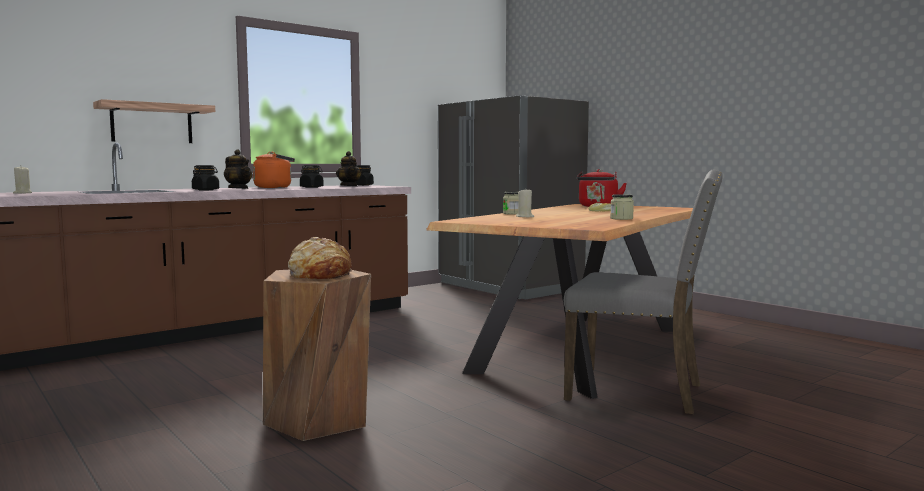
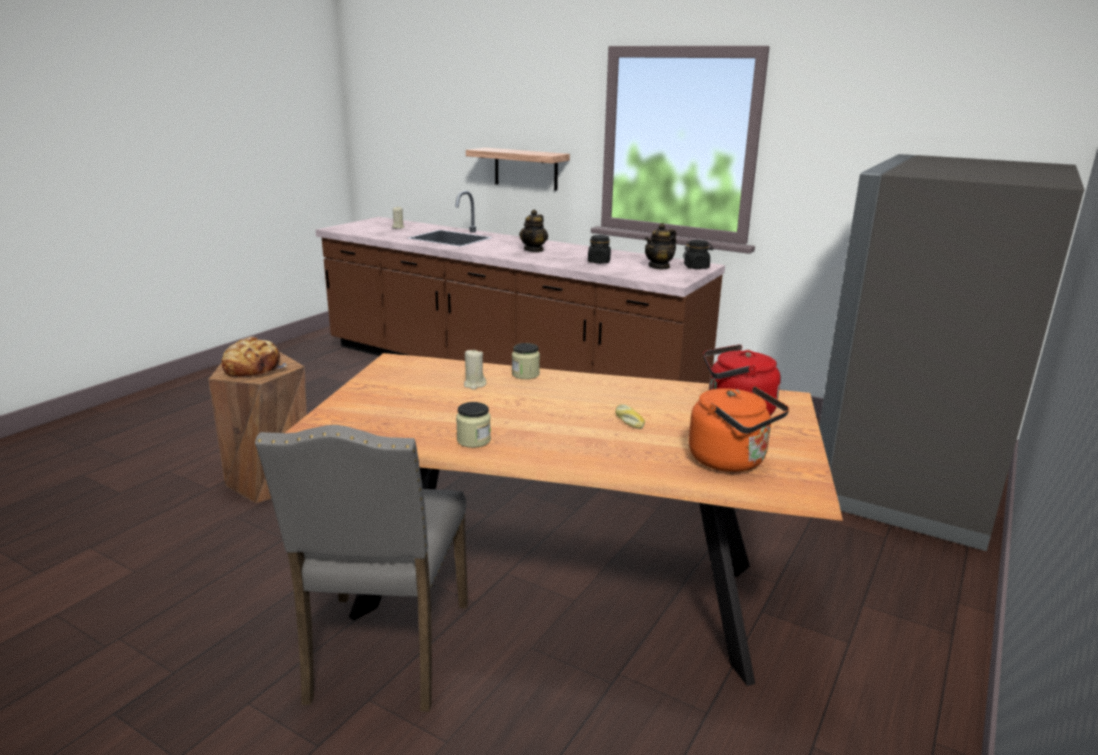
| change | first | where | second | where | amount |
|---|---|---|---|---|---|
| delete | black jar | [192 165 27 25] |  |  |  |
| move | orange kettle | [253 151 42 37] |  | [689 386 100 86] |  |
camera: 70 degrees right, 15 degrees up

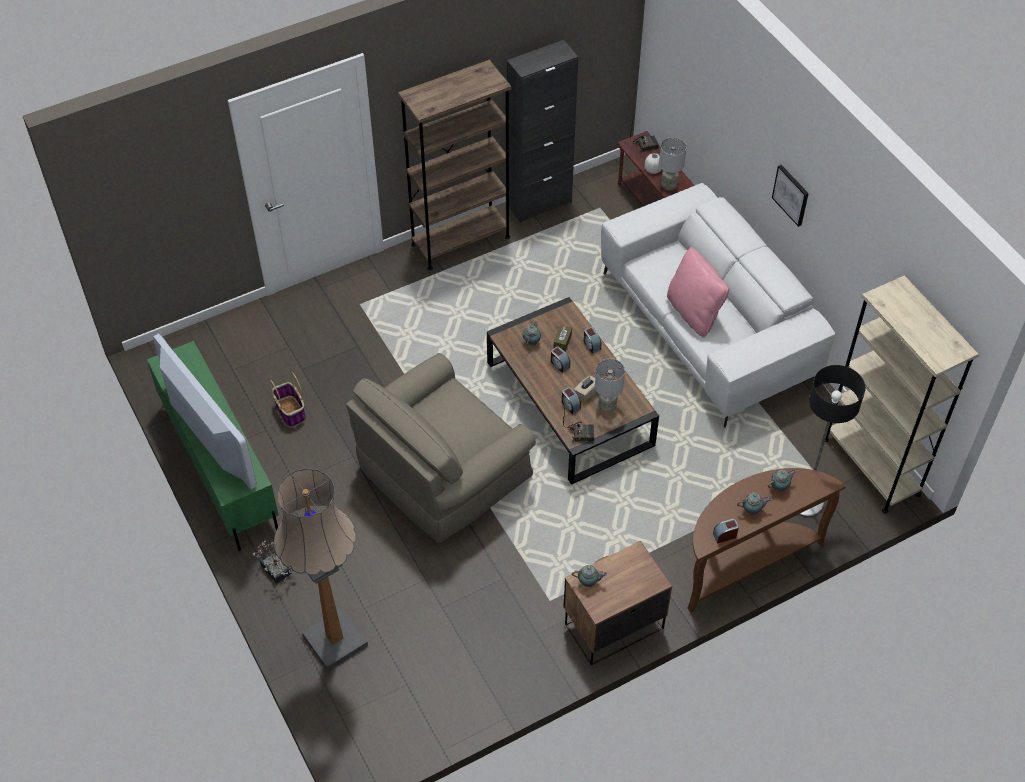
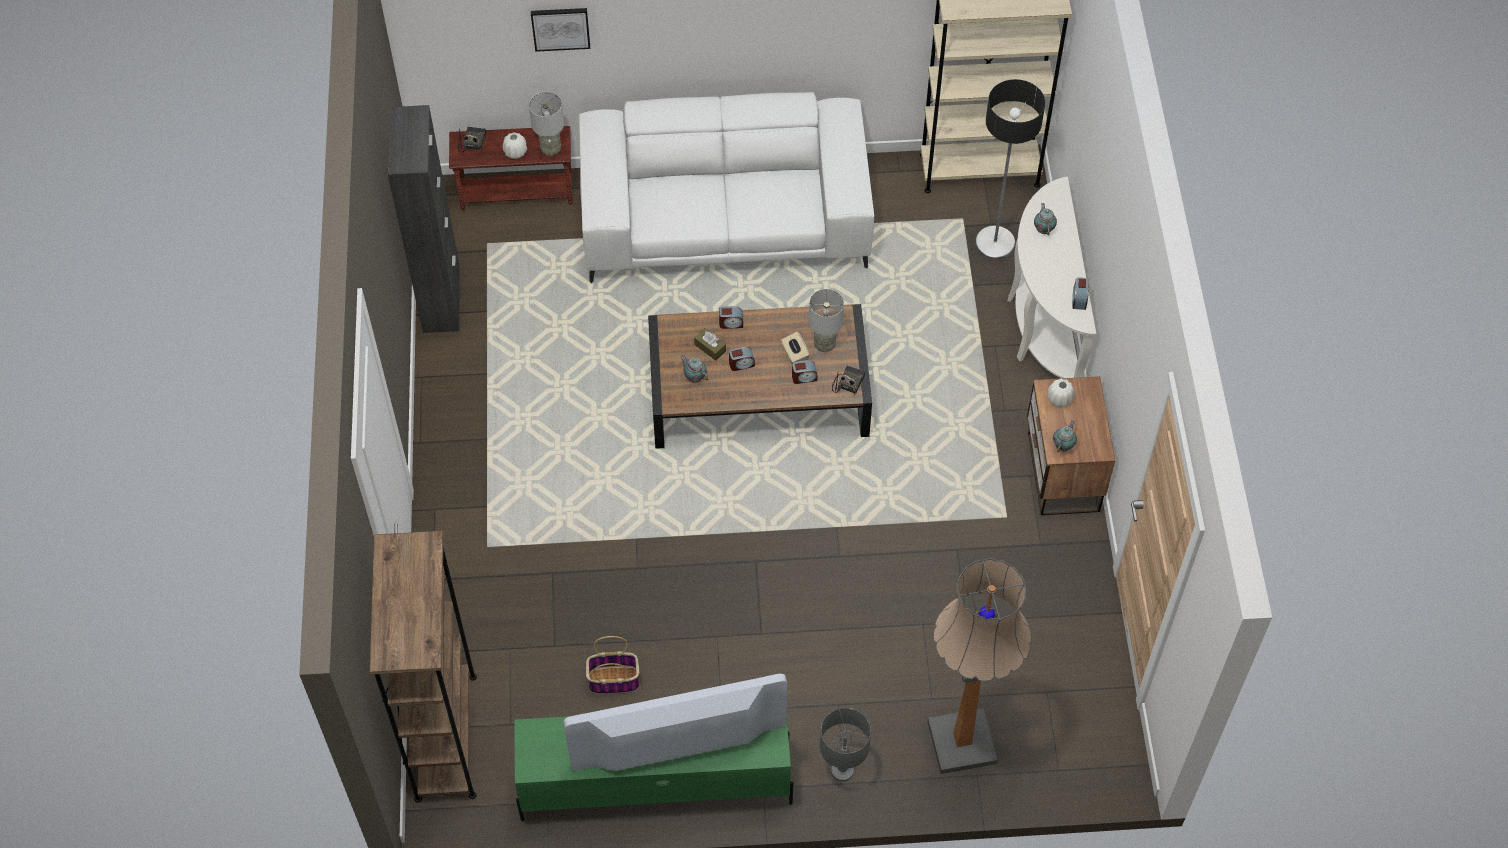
| change | first | where | second | where | amount |
|---|---|---|---|---|---|
| delete | beige armchair | [346 353 190 190] |  |  |  |
| delete | pink pillow | [667 247 62 90] |  |  |  |
| delete | teapot | [737 492 35 23] |  |  |  |
| insert |  |  | white vase | [1048 379 26 28] |  |
| move | brown bookcase | [398 60 113 210] |  | [370 531 107 271] |  |
| move | picture | [772 165 37 62] |  | [531 8 59 44] |  |
| replace | potted plant | [253 540 41 44] | grey table lamp | [820 708 51 74] |  |
| recolor | brown console table | [688 468 158 145] | white console table | [1008 177 88 201] |  |
camera: 65 degrees left, 5 degrees up

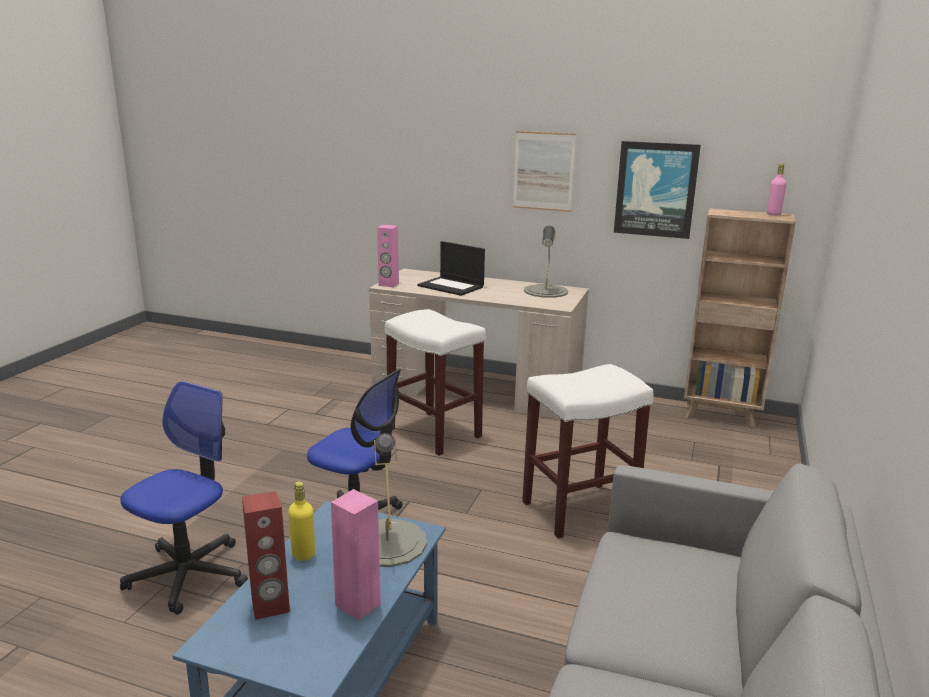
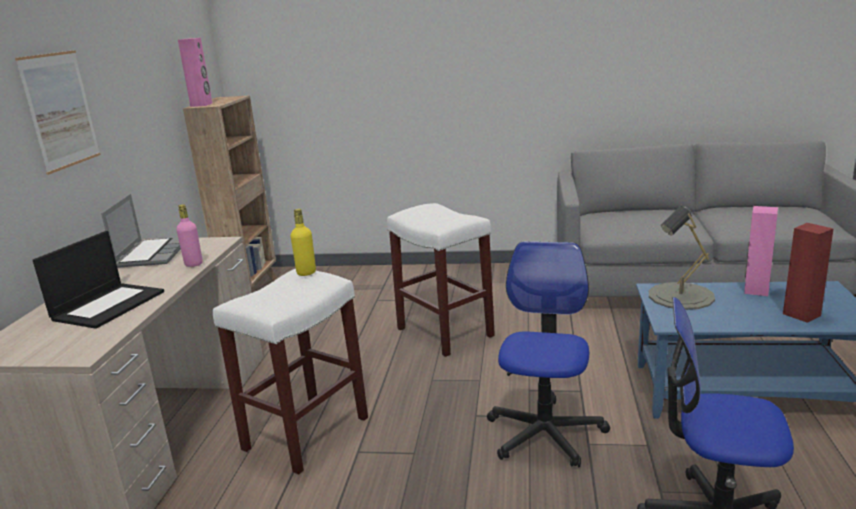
| change | first | where | second | where | amount |
|---|---|---|---|---|---|
| delete | picture | [614 141 87 98] |  |  |  |
| move | yellow bottle | [288 481 27 80] |  | [290 209 26 67] |  |
| move | pink speaker | [377 225 22 62] |  | [178 38 34 69] |  |
| move | pink bottle | [767 163 19 52] |  | [176 204 27 63] |  |
| replace | grey table lamp | [524 226 44 72] | laptop | [101 194 80 74] |  |
camera: 100 degrees left, 0 degrees up

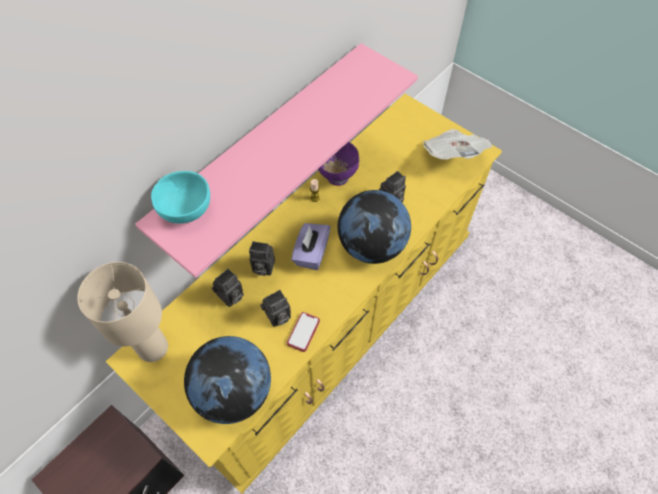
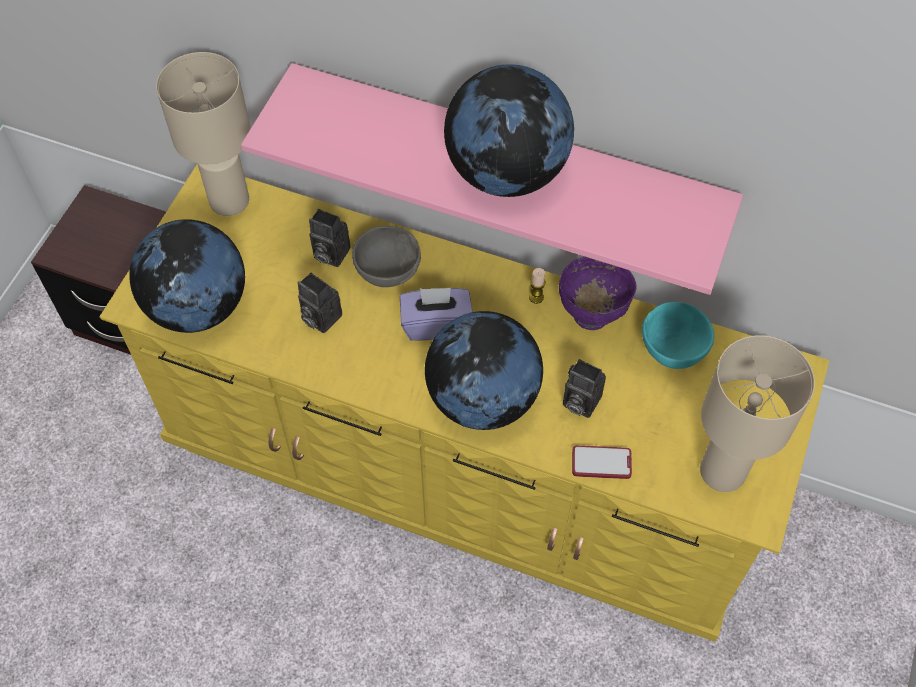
| change | first | where | second | where | amount |
|---|---|---|---|---|---|
| insert |  |  | globe | [444 64 130 133] |  |
| move | turquoise bowl | [151 171 59 53] |  | [642 302 72 67] |  |
| move | phone | [287 312 33 40] |  | [572 445 60 34] |  |
| replace | photo camera | [249 241 26 35] | grey bowl | [352 226 69 61] |  |
| replace | newspaper | [422 129 71 31] | beige table lamp | [700 335 115 157] |  |
camera: 70 degrees right, 0 degrees up

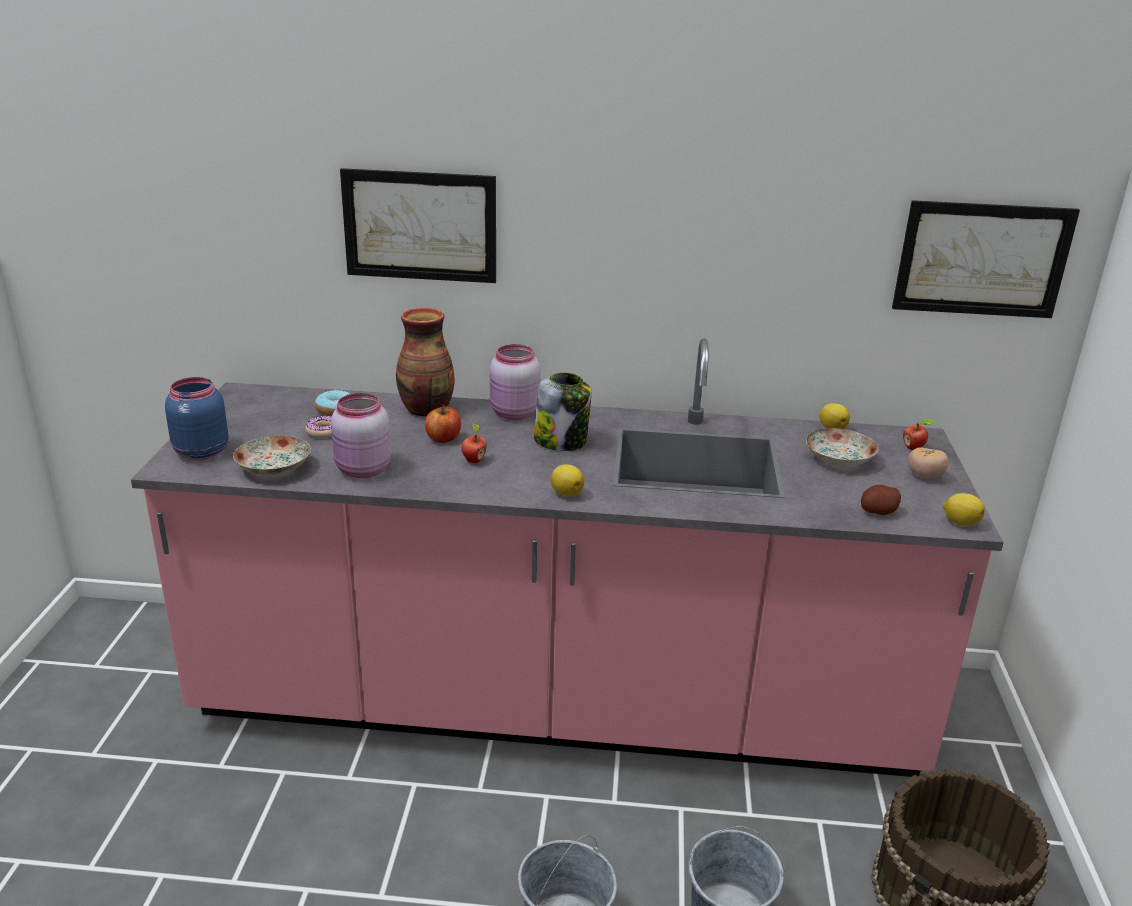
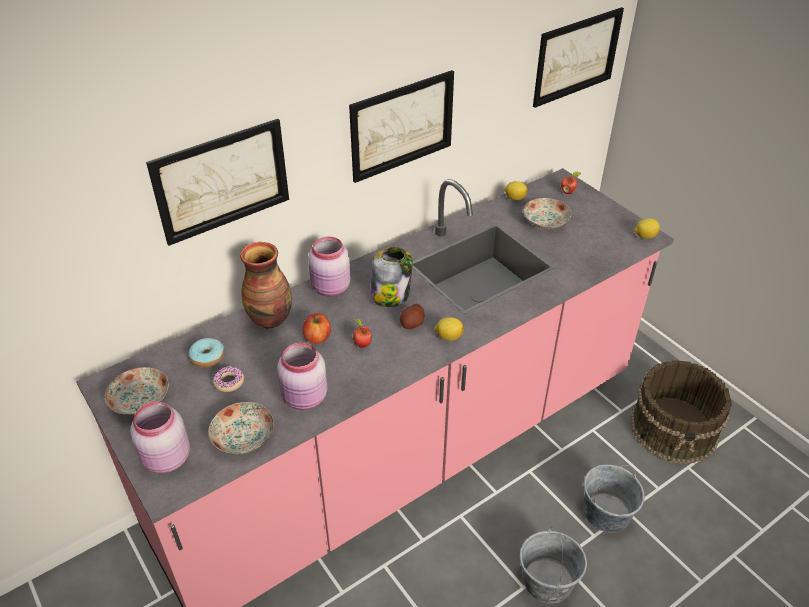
| change | first | where | second | where | amount |
|---|---|---|---|---|---|
| delete | tomato | [908 447 41 32] |  |  |  |
| insert |  |  | plate | [105 367 64 48] |  |
| insert |  |  | picture | [349 70 105 113] |  |
| move | potato | [861 485 40 30] |  | [400 304 24 25] |  |
| recolor | blue jar | [165 377 63 83] | pink jar | [130 402 60 71] |  |
camera: 40 degrees left, 15 degrees up

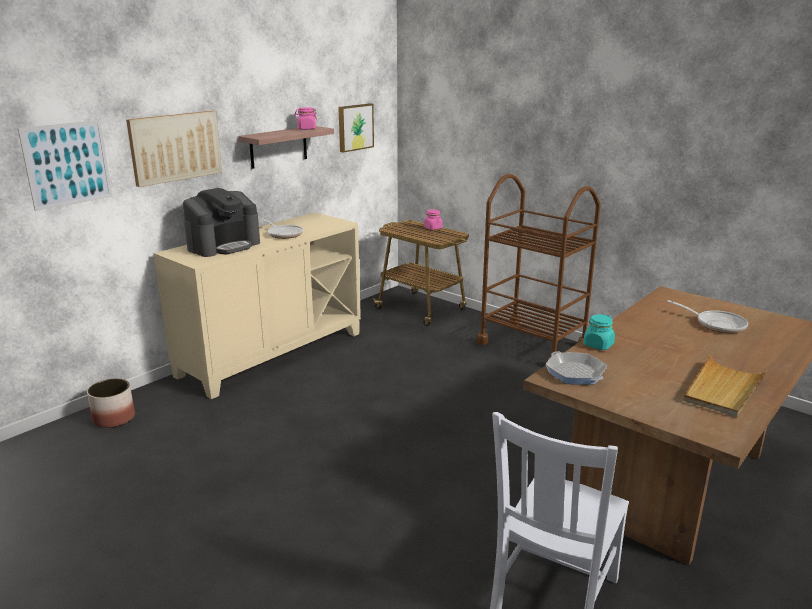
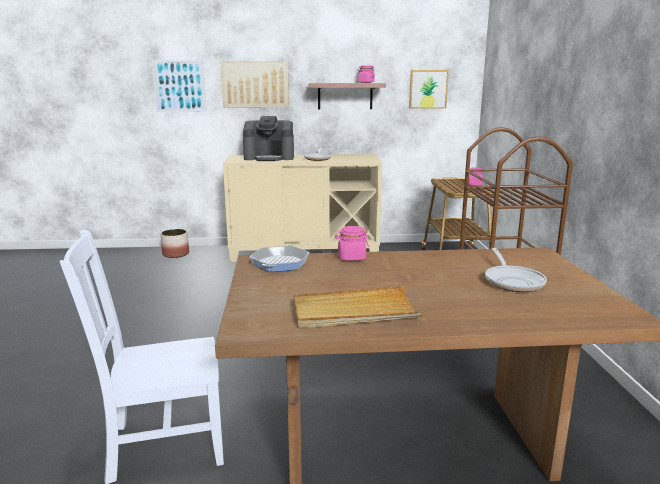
| change | first | where | second | where | amount |
|---|---|---|---|---|---|
| recolor | turquoise jar | [583 314 32 36] | pink jar | [335 226 34 35] |  |
camera: 45 degrees right, 5 degrees down

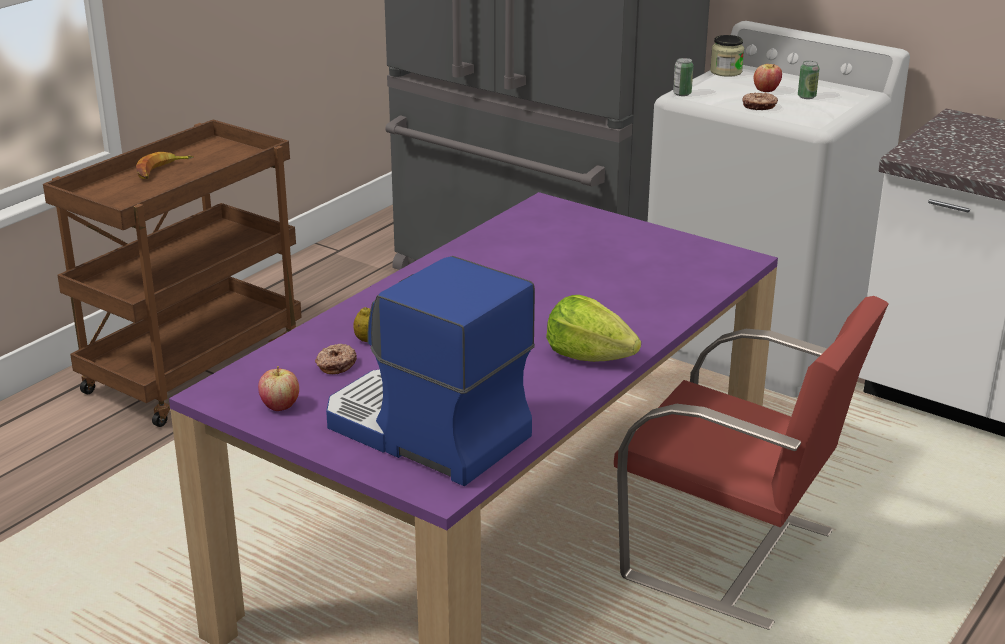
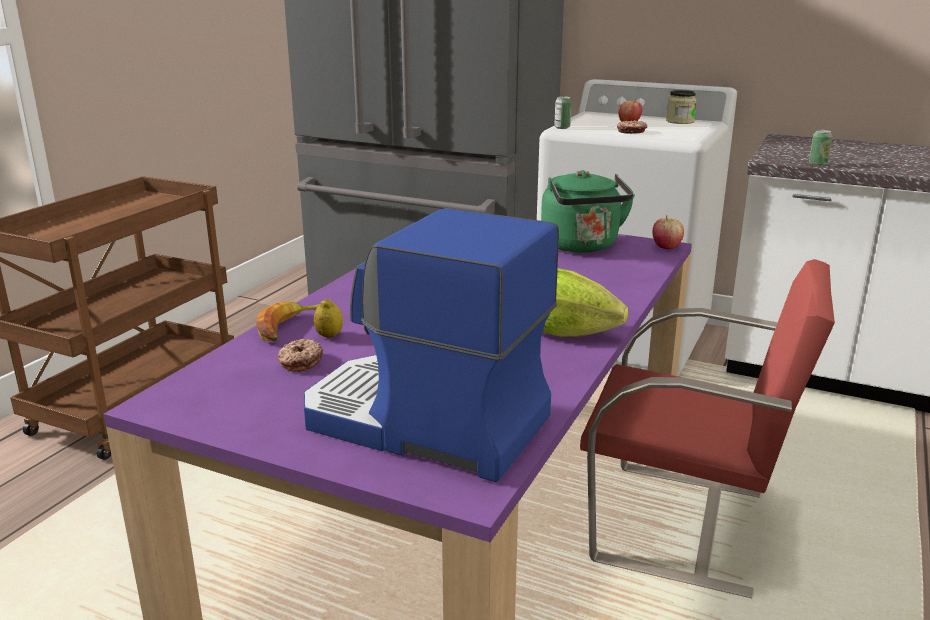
| change | first | where | second | where | amount |
|---|---|---|---|---|---|
| insert |  |  | green kettle | [541 170 94 83] |  |
| move | banana | [136 152 57 27] |  | [256 302 63 39] |  |
| move | apple | [258 366 41 45] |  | [652 215 32 34] |  |
| move | jar | [710 35 34 42] |  | [666 90 31 34] |  |
| move | can | [798 61 21 38] |  | [809 130 23 36] |  |
camera: 10 degrees left, 5 degrees down

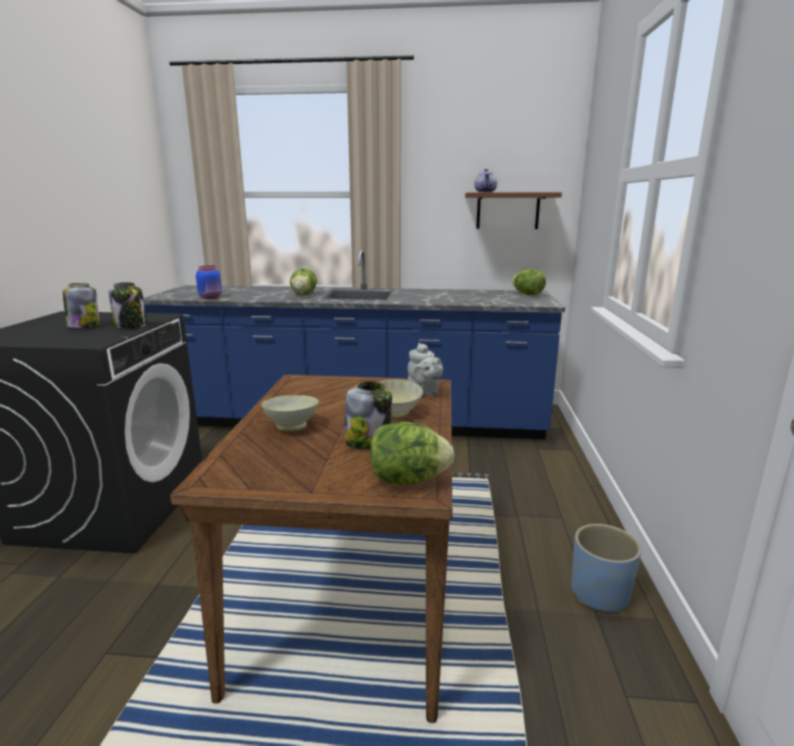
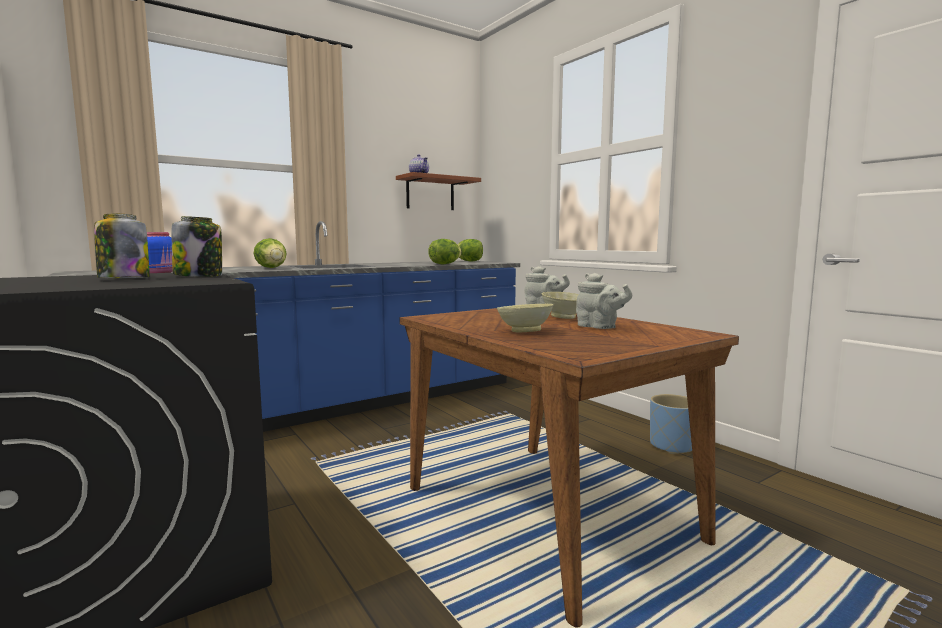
| change | first | where | second | where | amount |
|---|---|---|---|---|---|
| move | lettuce | [370 422 84 63] |  | [428 239 34 25] |  |
| replace | jar | [344 381 48 69] | grey teapot | [576 273 56 56] |  |
camera: 40 degrees left, 10 degrees down

